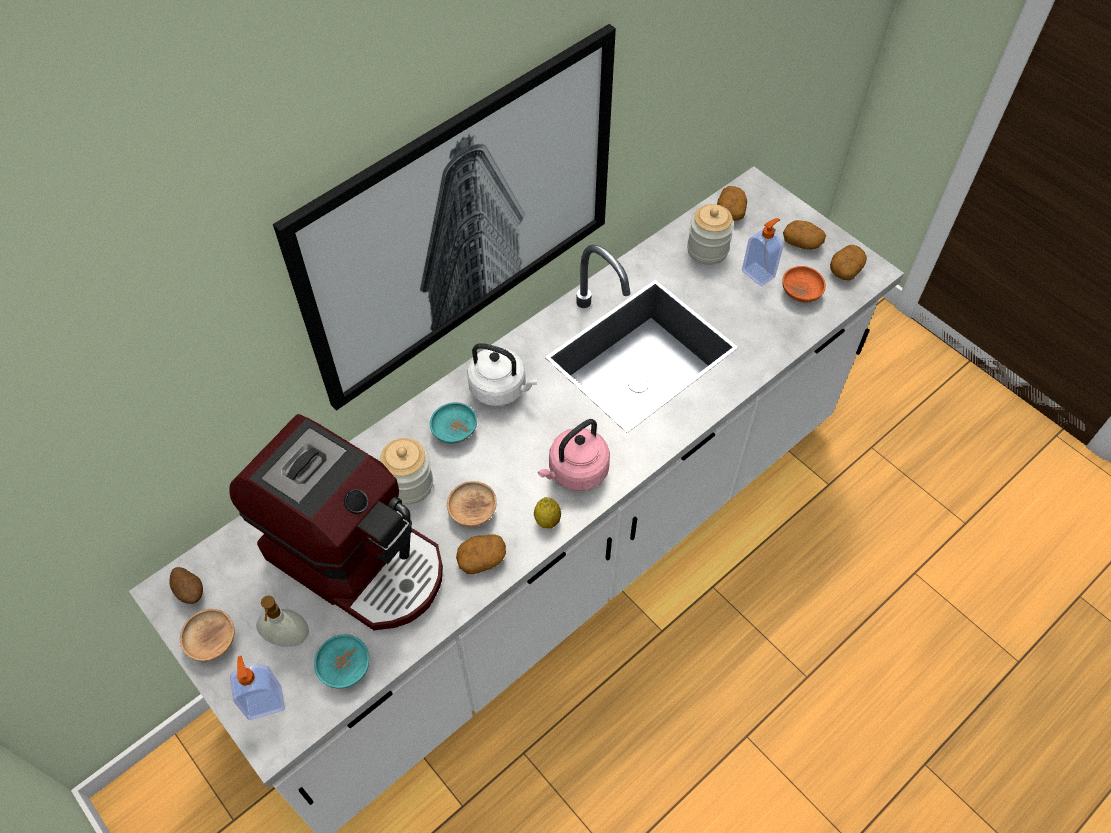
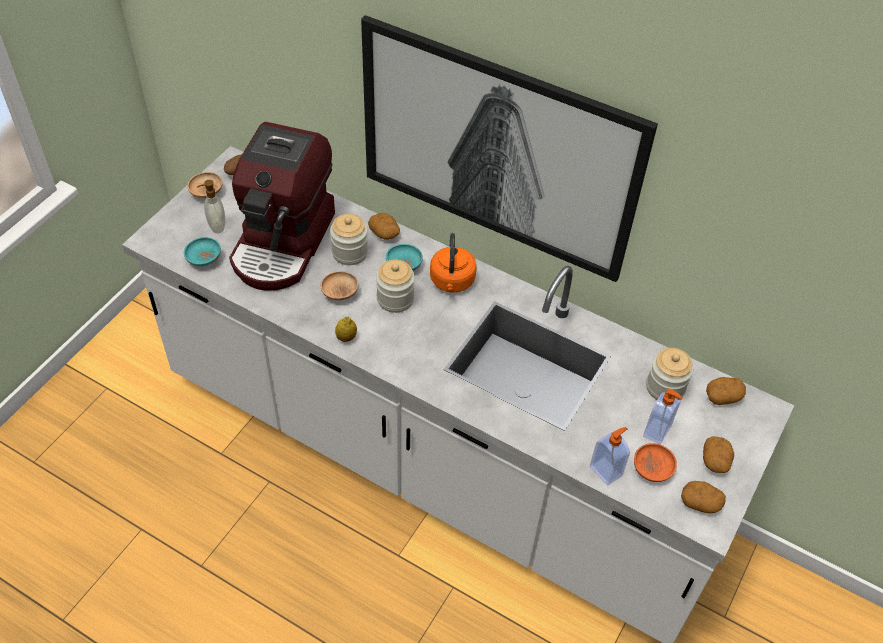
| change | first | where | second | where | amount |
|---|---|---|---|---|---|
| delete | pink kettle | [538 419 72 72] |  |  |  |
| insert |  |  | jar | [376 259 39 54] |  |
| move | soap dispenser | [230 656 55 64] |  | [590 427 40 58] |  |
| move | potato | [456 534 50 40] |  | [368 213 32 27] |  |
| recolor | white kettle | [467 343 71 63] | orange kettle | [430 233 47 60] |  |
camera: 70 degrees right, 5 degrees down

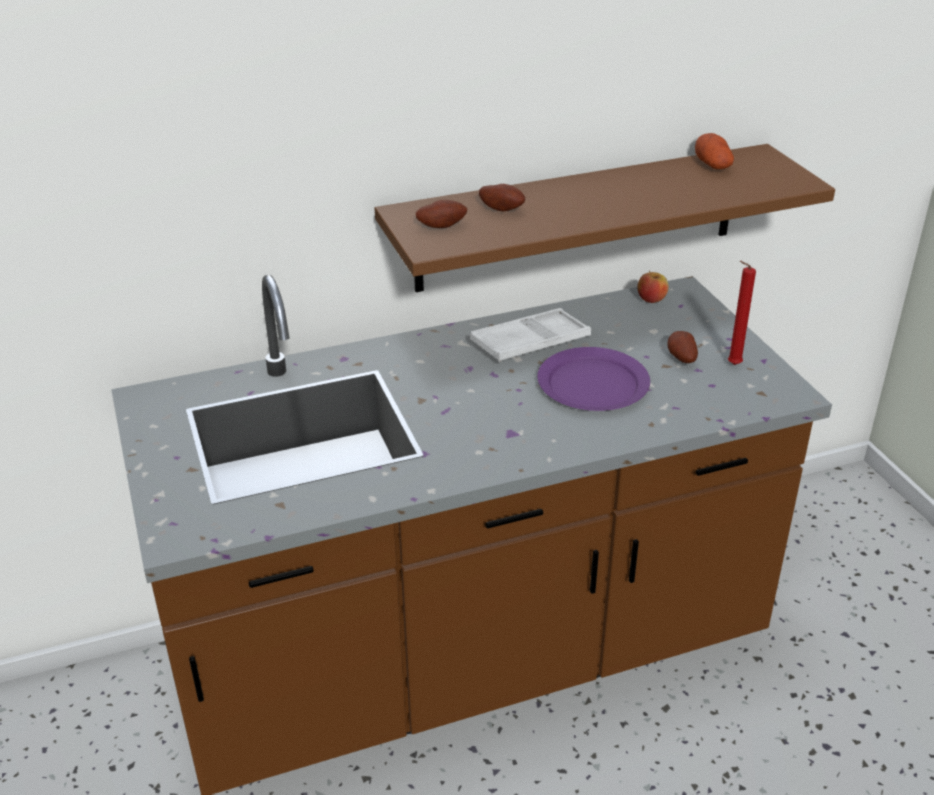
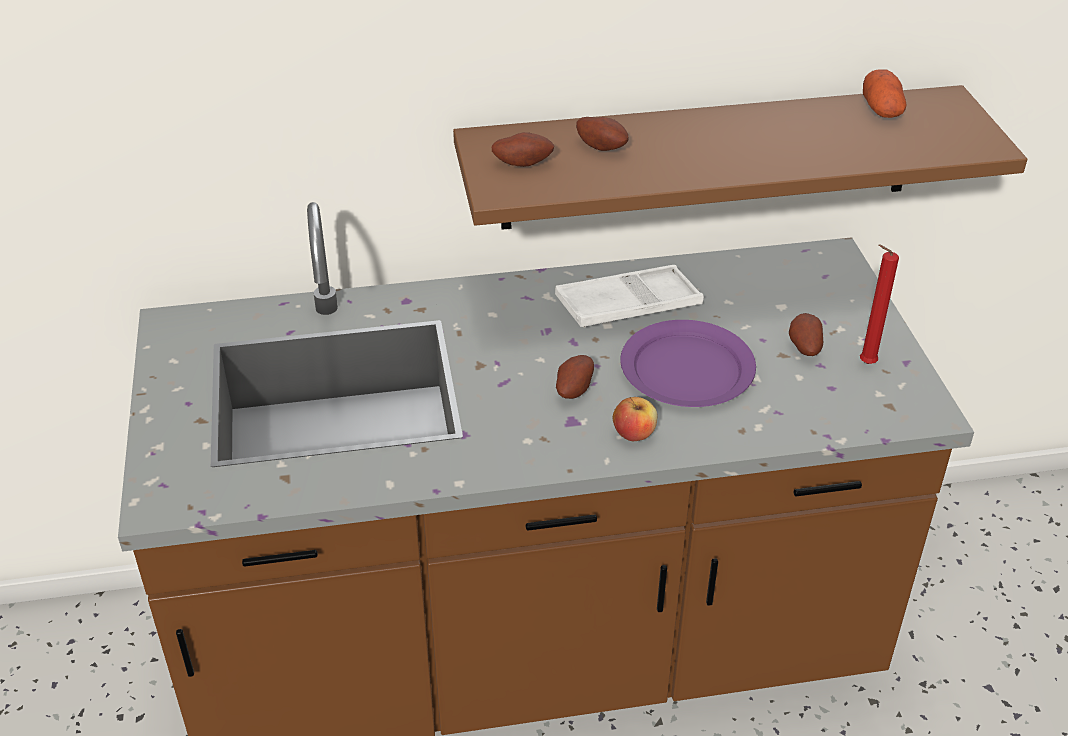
| change | first | where | second | where | amount |
|---|---|---|---|---|---|
| insert |  |  | potato | [556 355 38 44] |  |
| move | apple | [637 271 32 32] |  | [612 397 46 44] |  |
camera: 10 degrees right, 5 degrees up

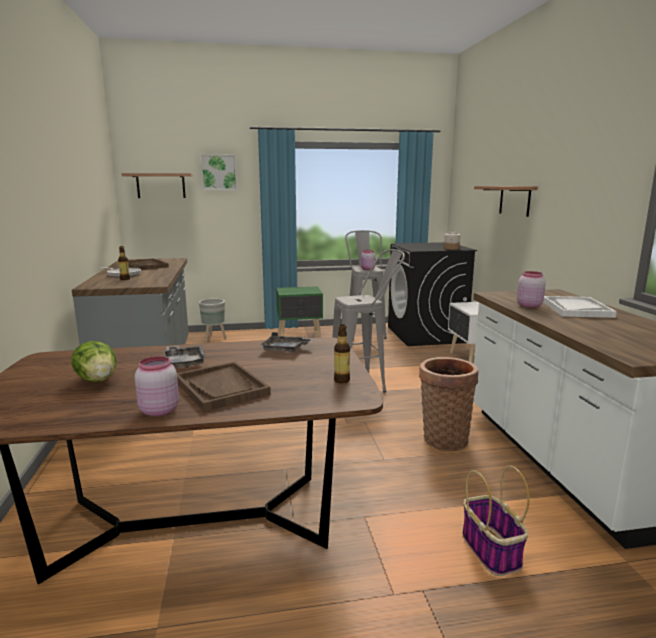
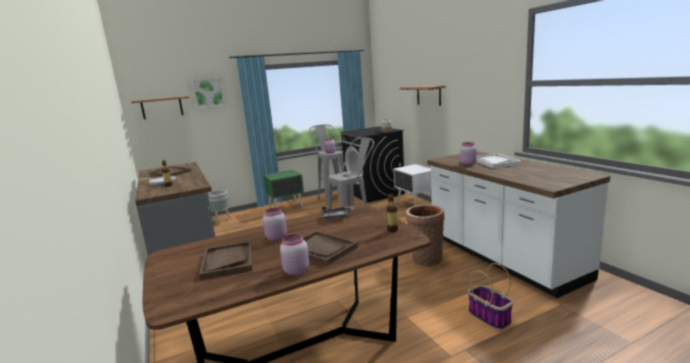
| change | first | where | second | where | amount |
|---|---|---|---|---|---|
| replace | lettuce | [71 341 46 41] | brown tray | [199 241 53 39] |  |
| replace | grey tray | [163 345 43 23] | pink jar | [263 208 24 33] |  |
camera: 15 degrees left, 0 degrees up

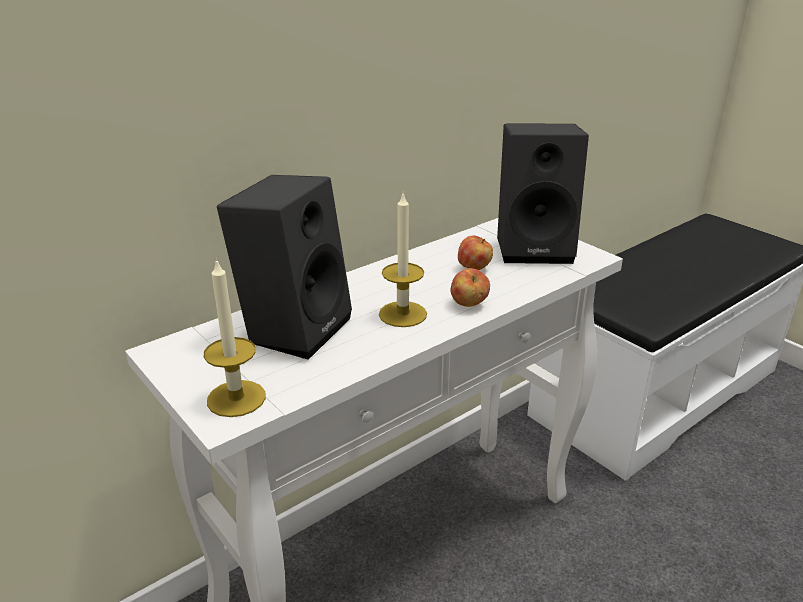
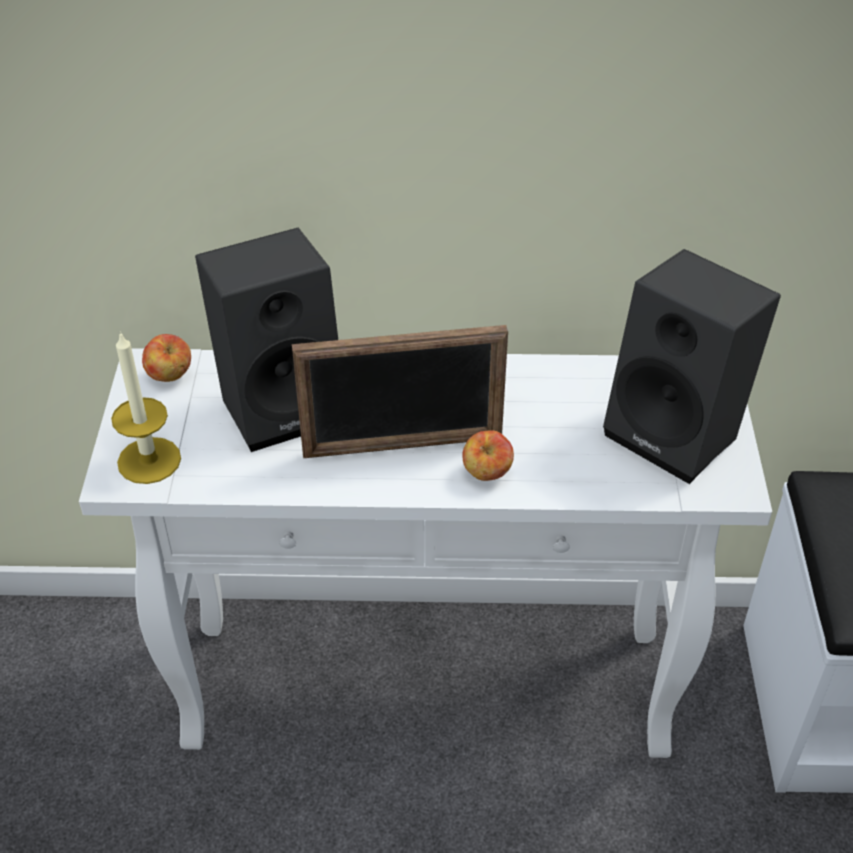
| change | first | where | second | where | amount |
|---|---|---|---|---|---|
| move | apple | [458 235 35 35] |  | [142 334 49 48] |  |
| replace | candle | [379 194 48 133] | picture frame | [292 325 216 133] |  |
camera: 40 degrees right, 15 degrees up

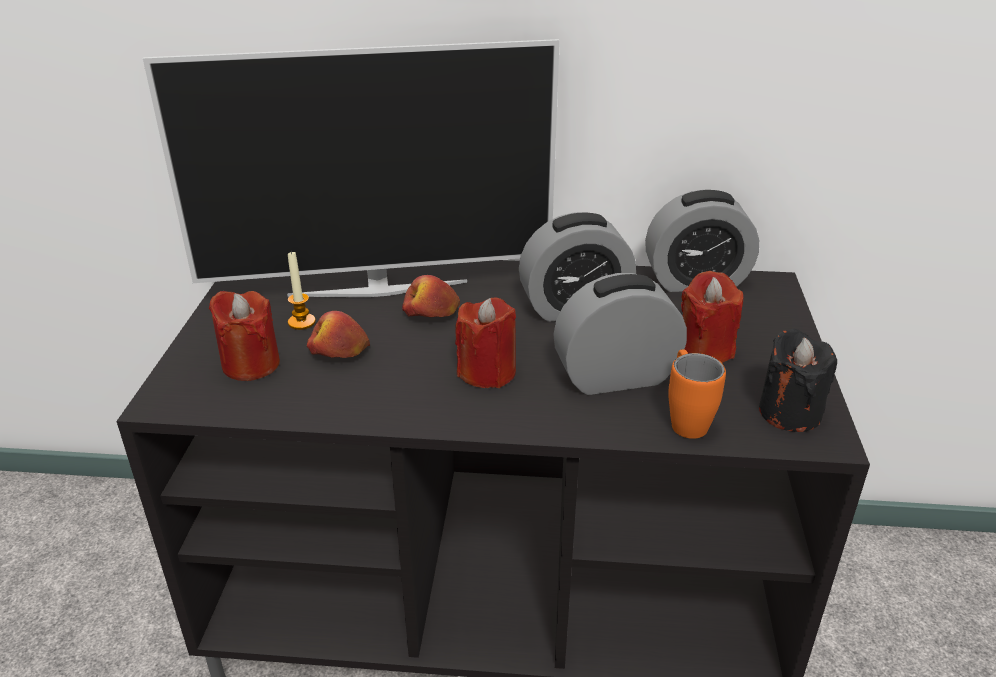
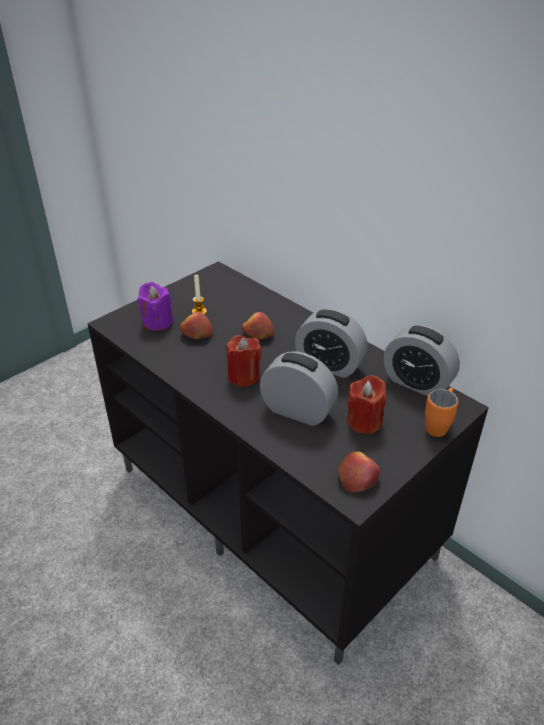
| change | first | where | second | where | amount |
|---|---|---|---|---|---|
| delete | television | [143 39 417 258] |  |  |  |
| move | orange mug | [668 349 58 90] |  | [425 388 34 49] |  |
| replace | black candle | [759 328 78 104] | apple | [337 451 43 41] |  |
| recolor | red candle | [209 291 71 90] | purple candle | [137 282 37 49] |  |
camera: 40 degrees right, 5 degrees up

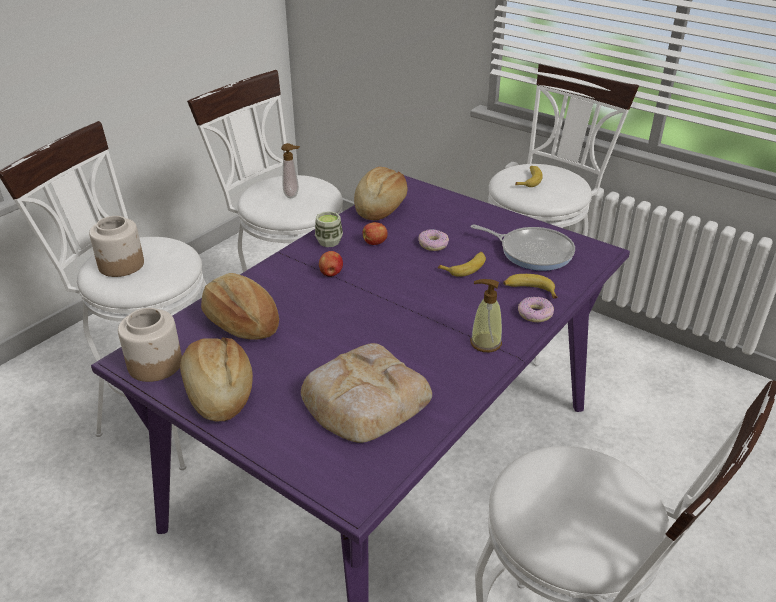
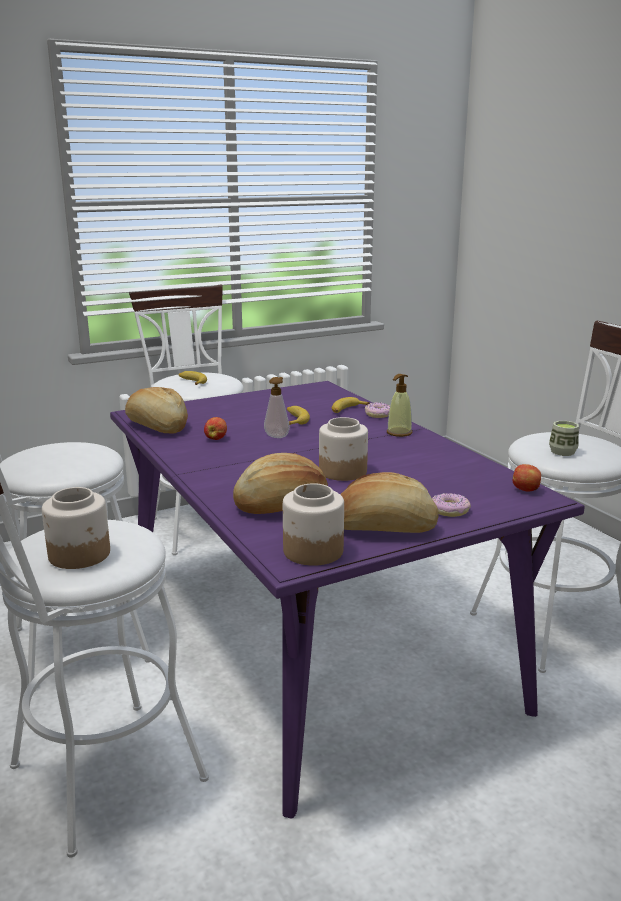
| change | first | where | second | where | amount |
|---|---|---|---|---|---|
| delete | bread | [301 343 131 100] |  |  |  |
| delete | frying pan | [471 224 104 47] |  |  |  |
| insert |  |  | jar | [319 417 49 64] |  |
| move | soap dispenser | [281 143 19 55] |  | [264 377 26 61] |  |
| move | cup | [315 211 28 36] |  | [549 421 30 35] |  |
| move | apple | [319 251 24 26] |  | [513 464 28 27] |  |
| move | donut | [418 229 31 22] |  | [432 493 39 24] |  |
camera: 65 degrees left, 15 degrees down

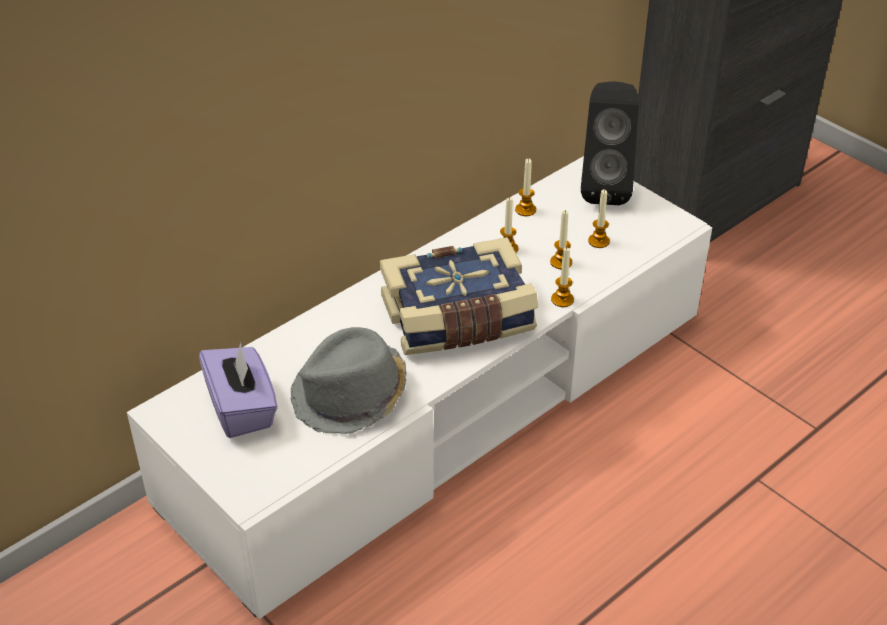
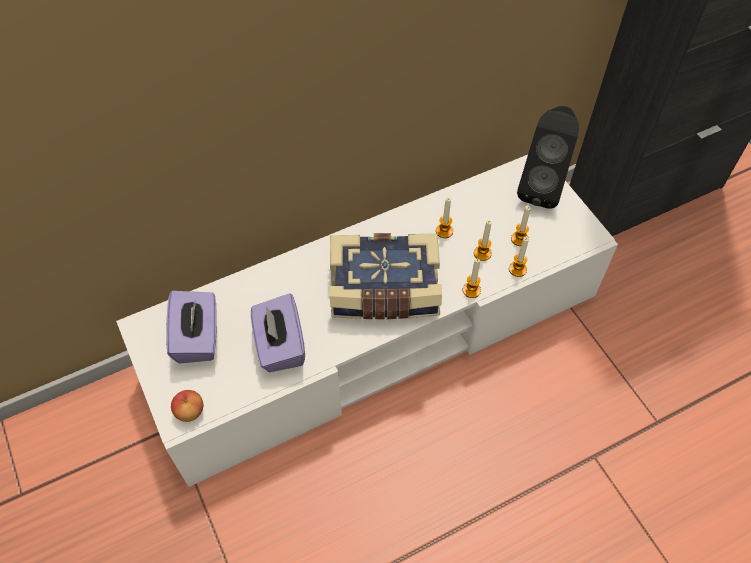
| change | first | where | second | where | amount |
|---|---|---|---|---|---|
| insert |  |  | apple | [171 390 33 32] |  |
| move | candle | [515 158 21 58] |  | [509 237 20 40] |  |
| replace | grey hat | [290 327 116 107] | purple tissue box | [251 293 54 79] |  |
camera: 15 degrees right, 15 degrees up

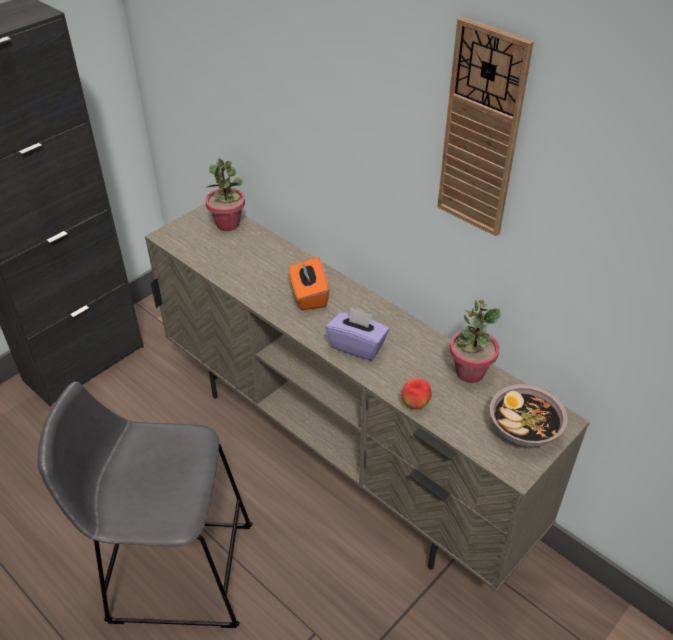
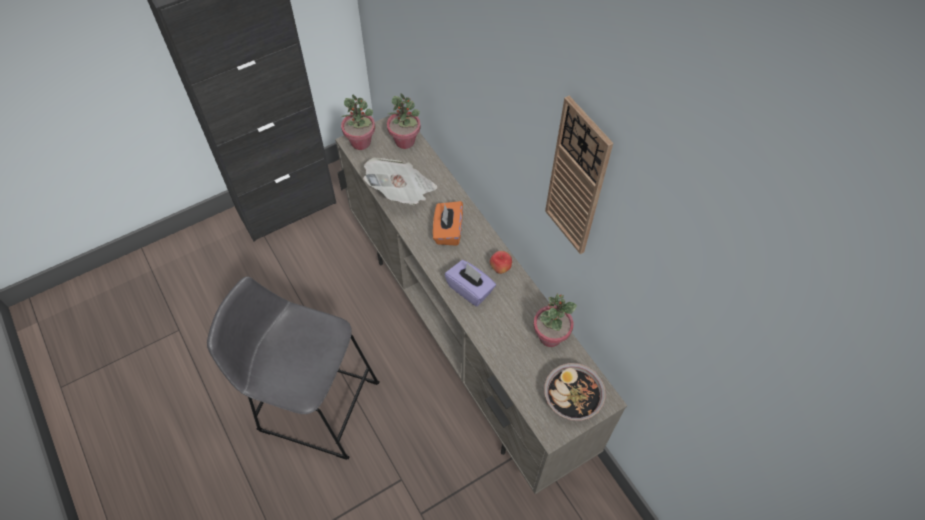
| change | first | where | second | where | amount |
|---|---|---|---|---|---|
| insert |  |  | potted plant | [341 94 34 56] |  |
| insert |  |  | newspaper | [363 158 74 47] |  |
| move | apple | [401 378 31 31] |  | [490 251 22 23] |  |
camera: 15 degrees right, 15 degrees up

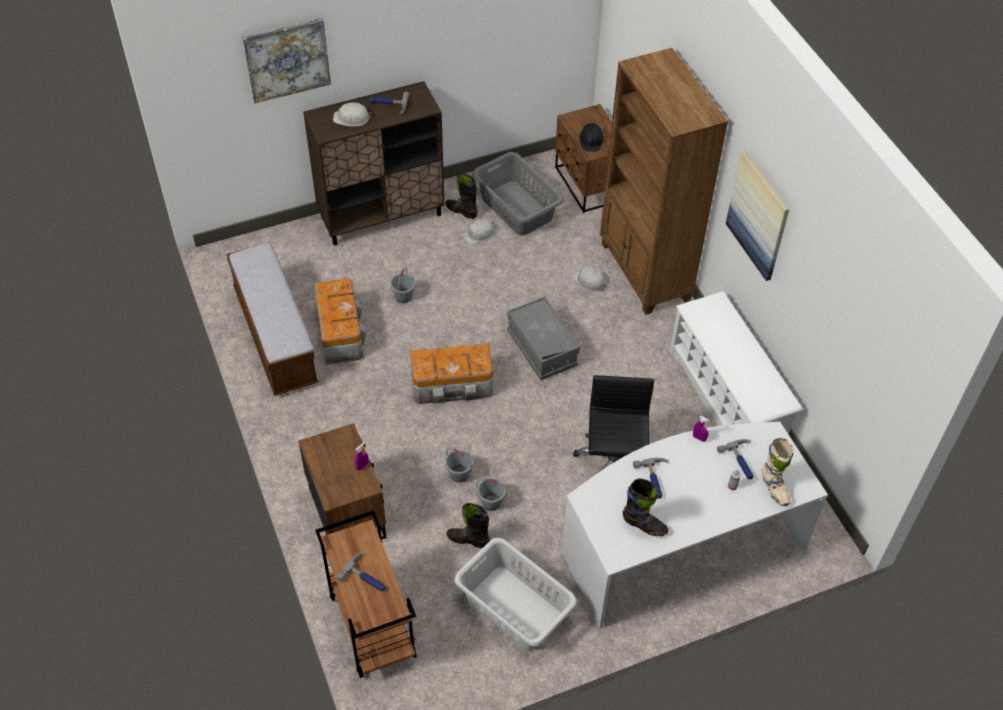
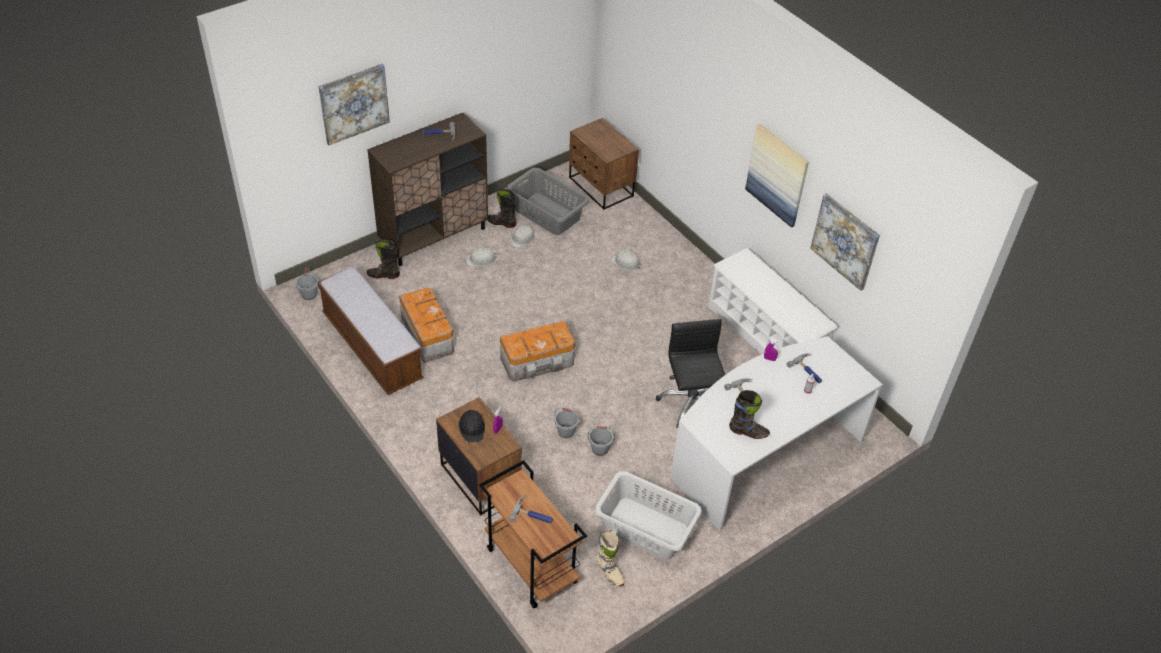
| change | first | where | second | where | amount |
|---|---|---|---|---|---|
| delete | grey storage box | [507 296 74 84] |  |  |  |
| delete | brown bookcase | [600 48 128 267] |  |  |  |
| insert |  |  | picture | [810 193 70 98] |  |
| move | white hard hat | [333 102 39 24] |  | [465 247 32 20] |  |
| move | grey bucket | [390 267 26 36] |  | [296 268 22 32] |  |
| move | black boot | [446 503 44 45] |  | [366 240 34 39] |  |
| move | black hard hat | [579 123 25 29] |  | [459 410 26 32] |  |
| move | beige boot | [762 438 31 68] |  | [597 530 28 57] |  |
camera: 15 degrees left, 5 degrees down

